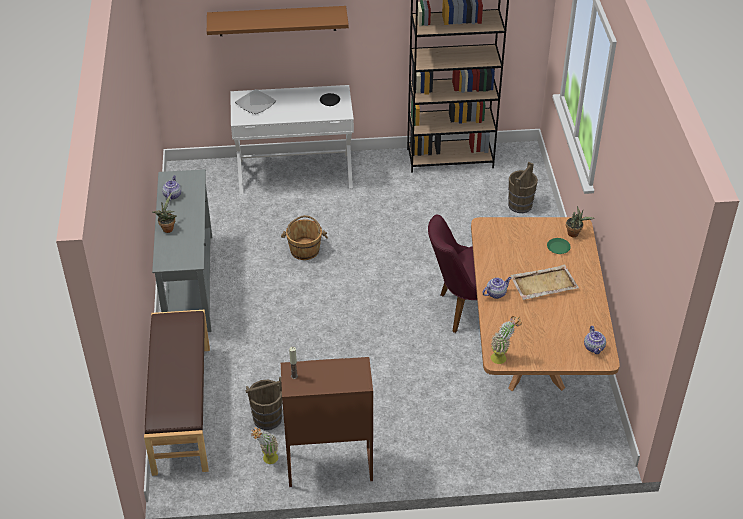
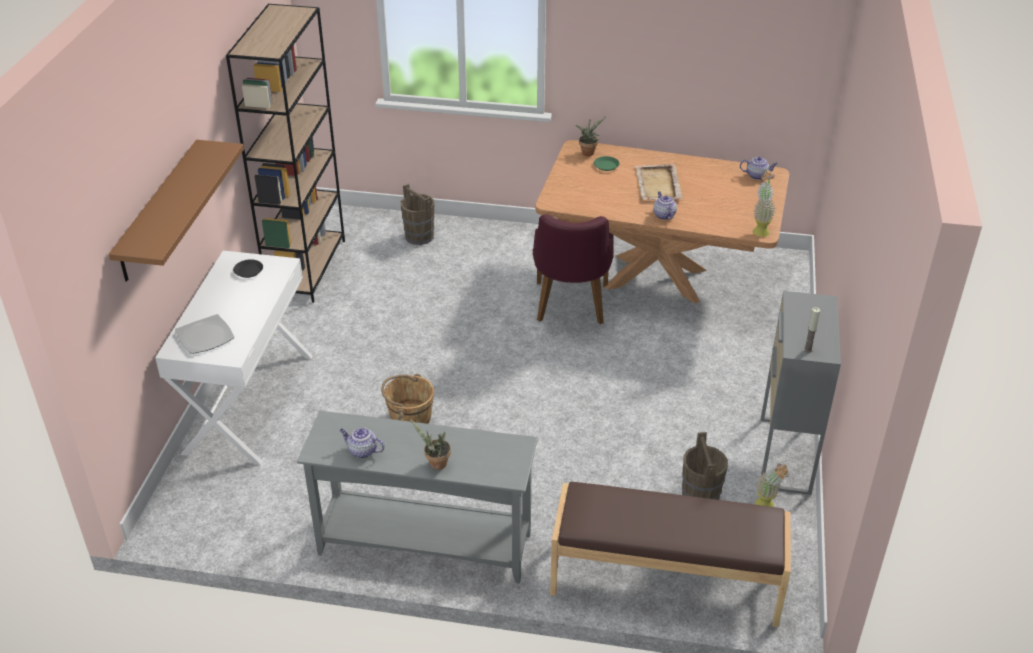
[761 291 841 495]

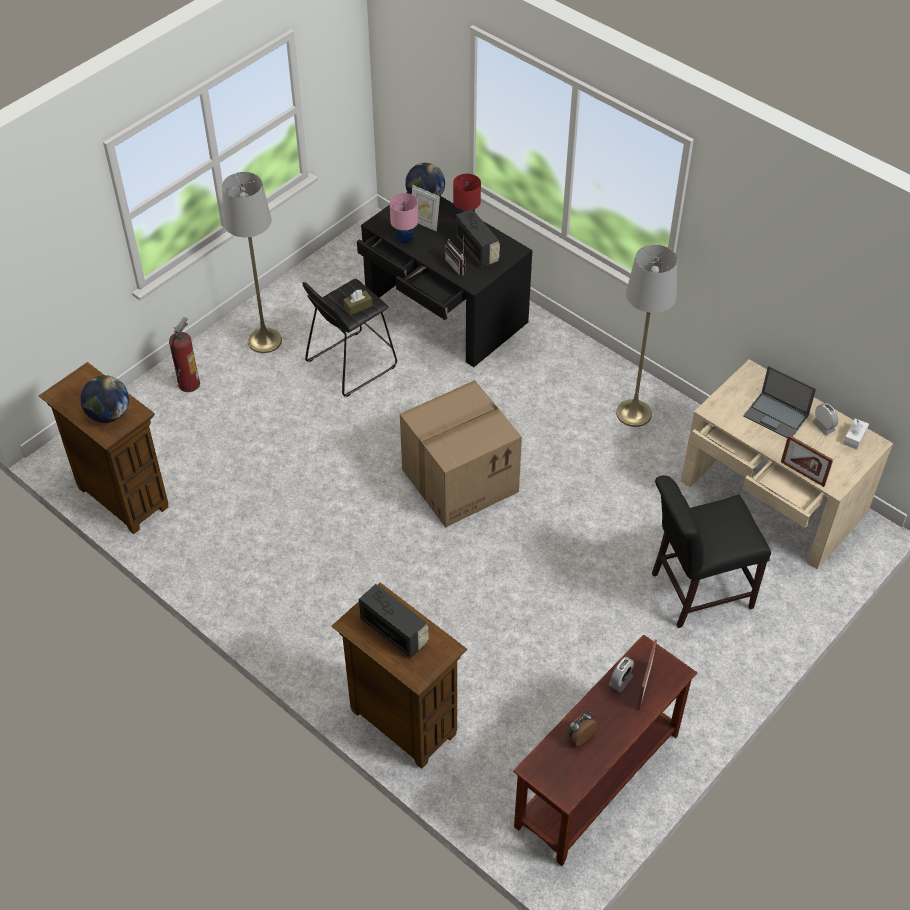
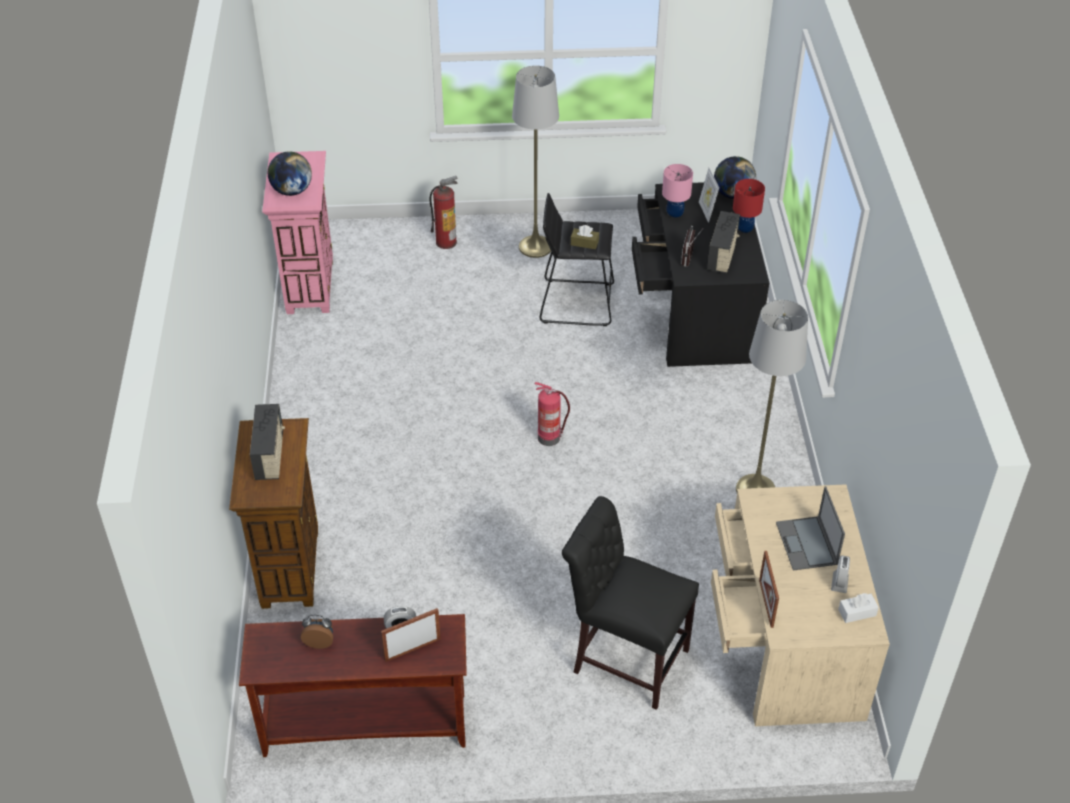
[262 151 333 314]
[535 382 570 446]

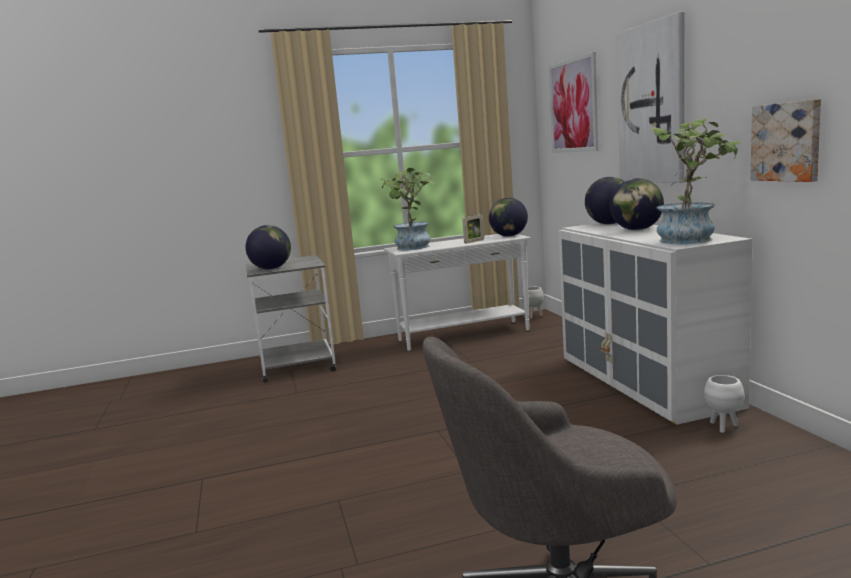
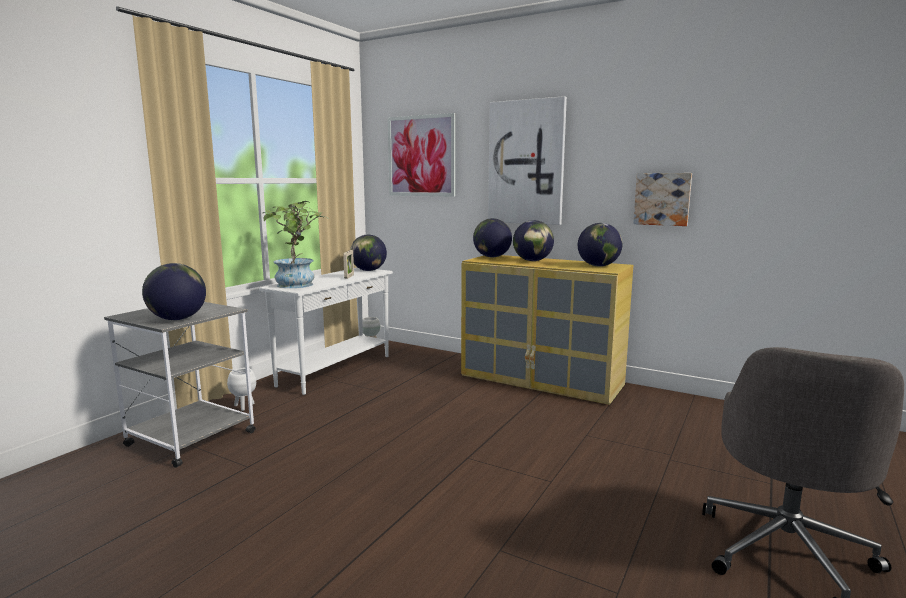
[461 255 633 405]
[578 223 623 267]
[227 368 256 411]

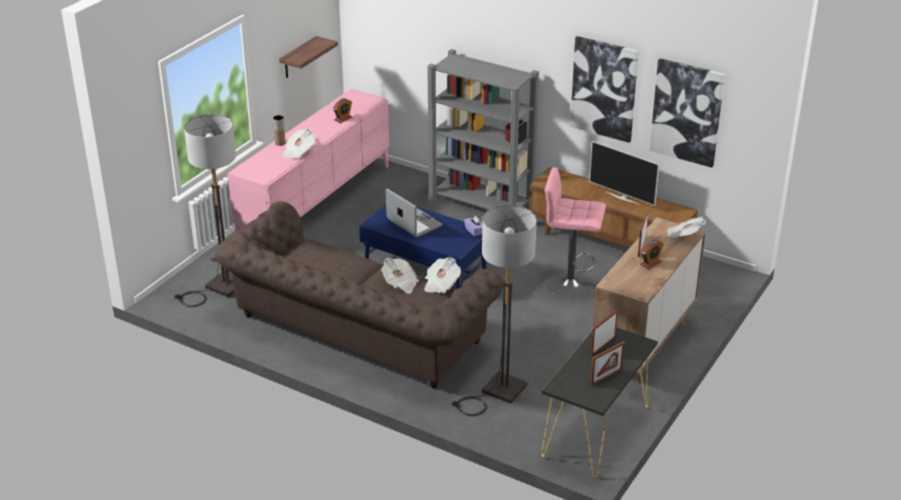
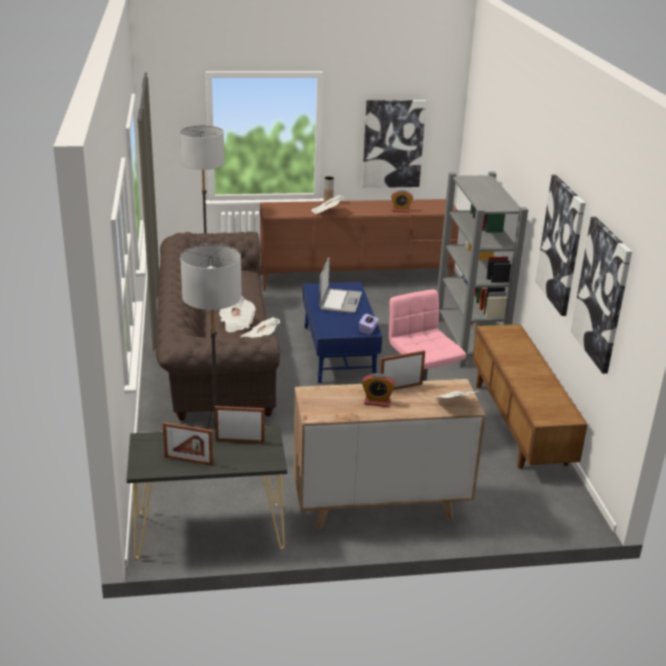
[260 199 459 291]
[362 100 426 188]
[589 141 659 206] (first image)

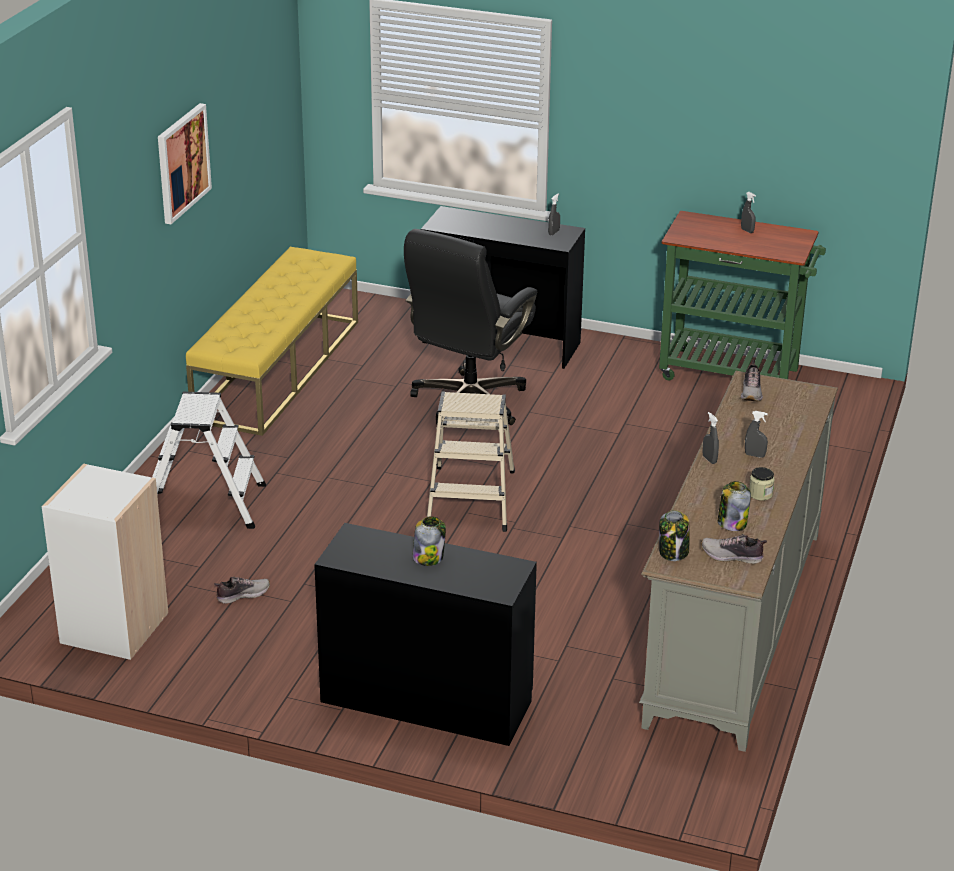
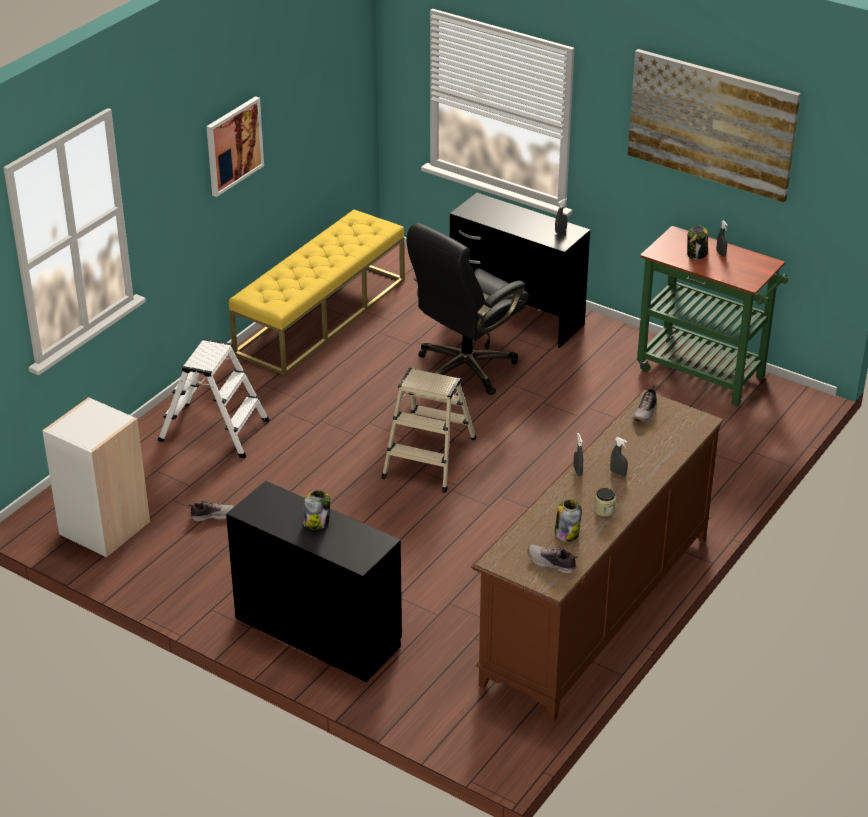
[471 390 724 722]
[687 226 708 260]
[628 49 801 203]

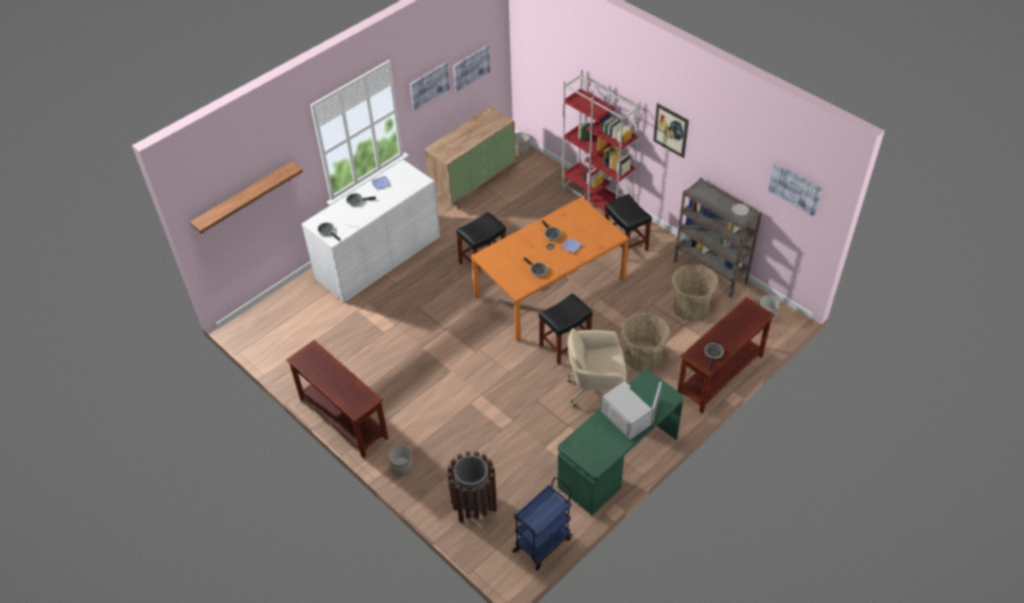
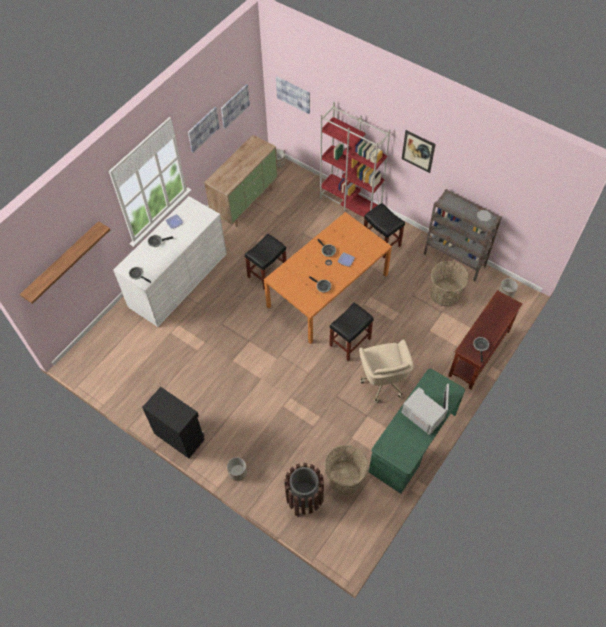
[142 387 205 458]
[512 477 572 571] (first image)
[359 339 413 403]
[324 445 368 495]
[276 77 310 114]

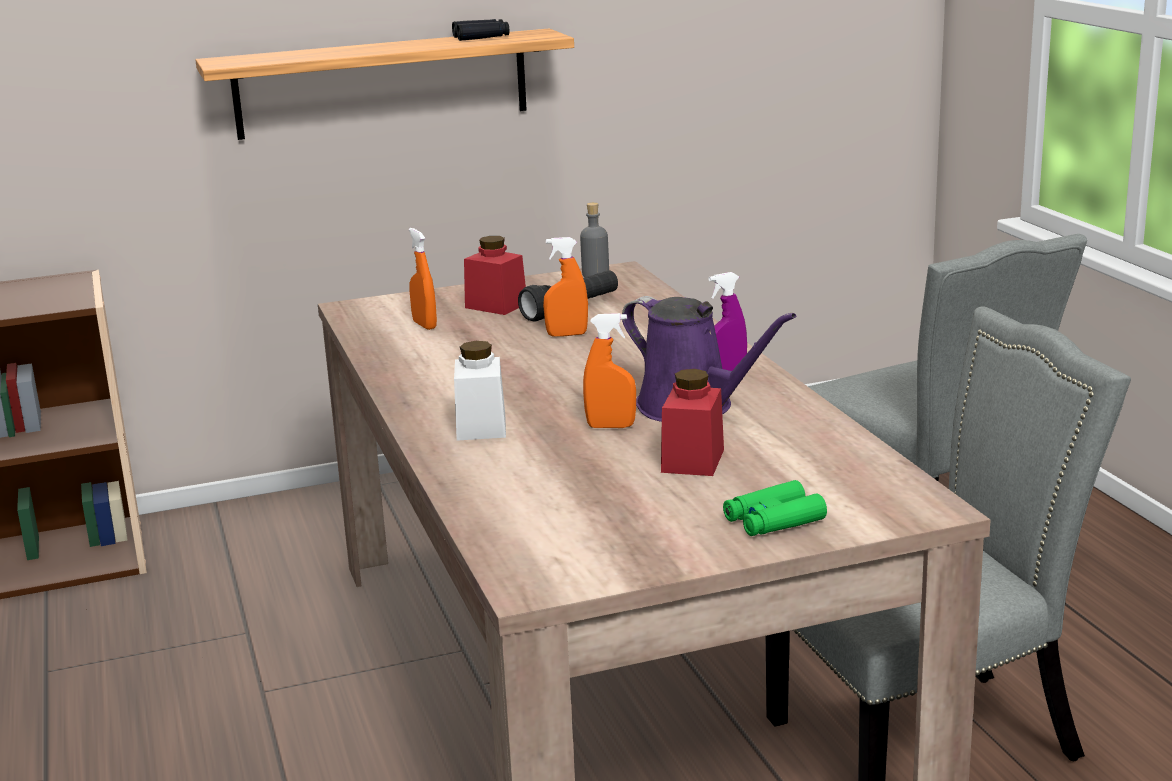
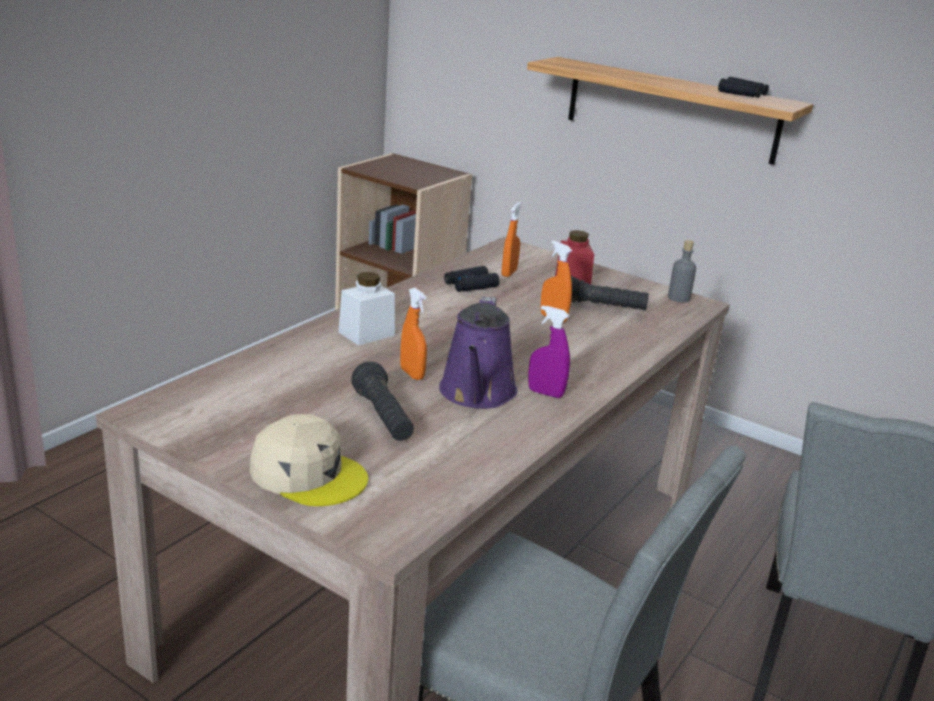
[351 362 414 441]
[250 414 368 506]
[444 266 500 292]

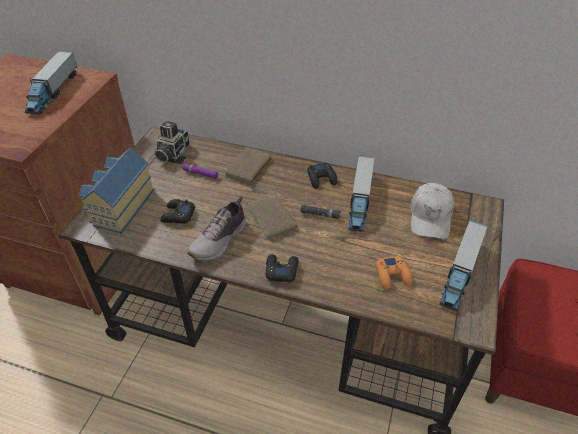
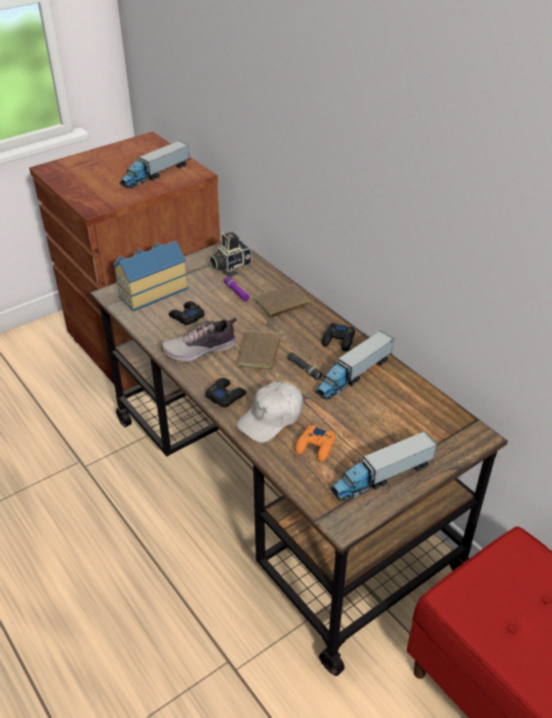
[237 382 304 443]

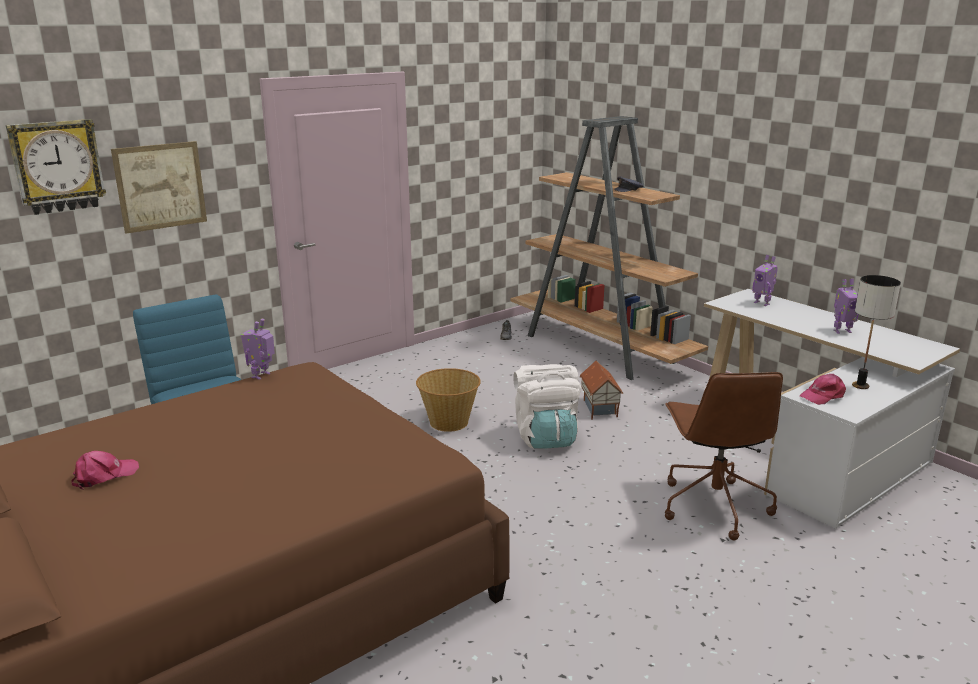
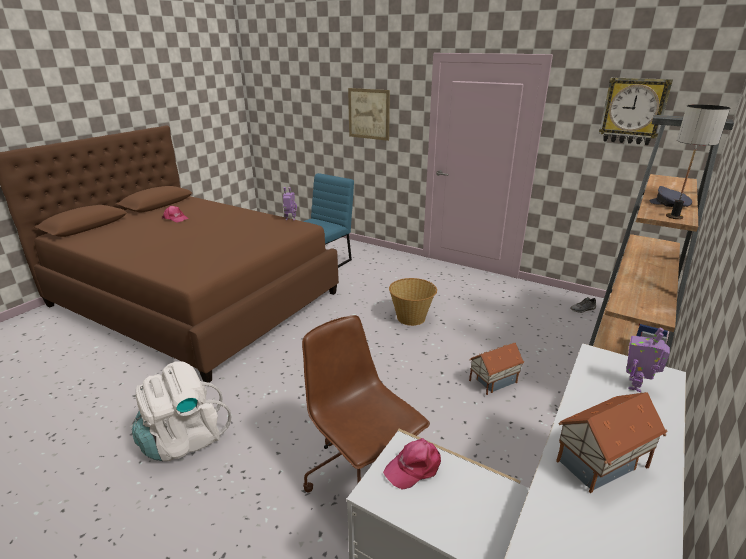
[599 77 673 145]
[132 361 232 461]
[302 315 430 493]
[383 438 441 490]
[556 392 668 493]
[666 104 730 219]

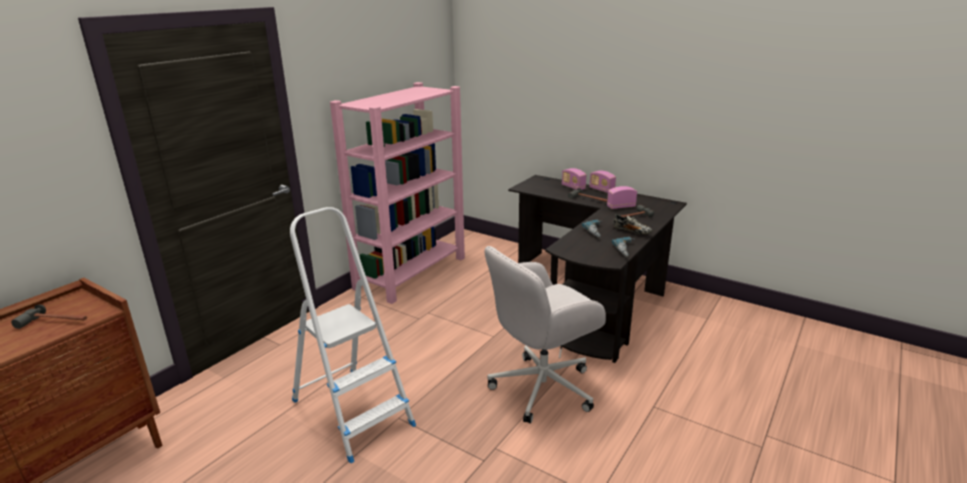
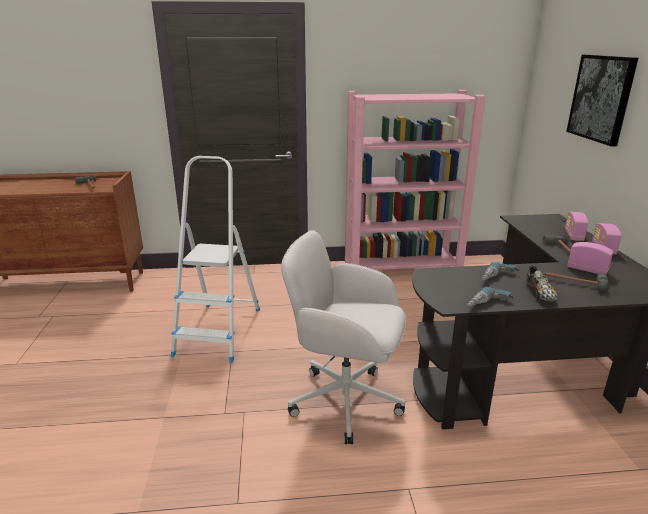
[566 55 638 146]

